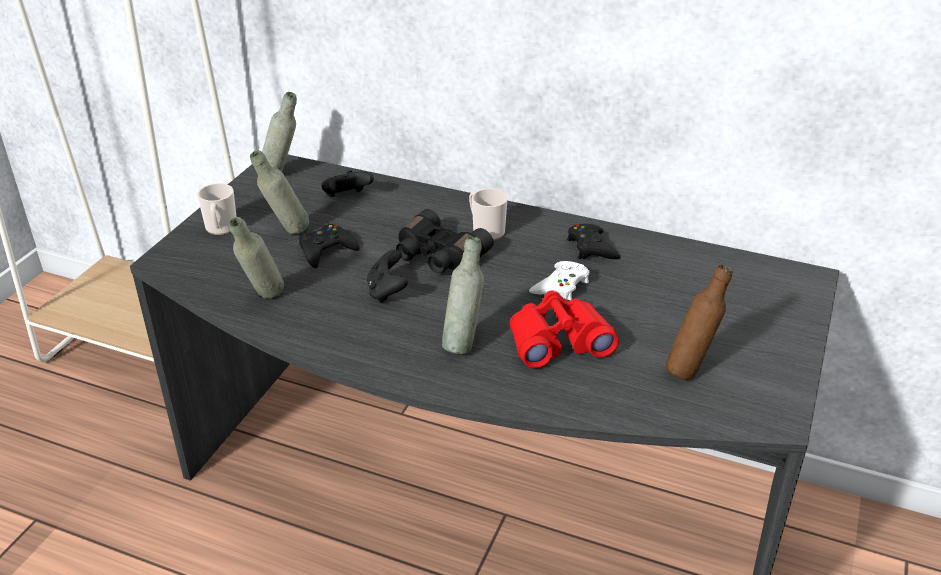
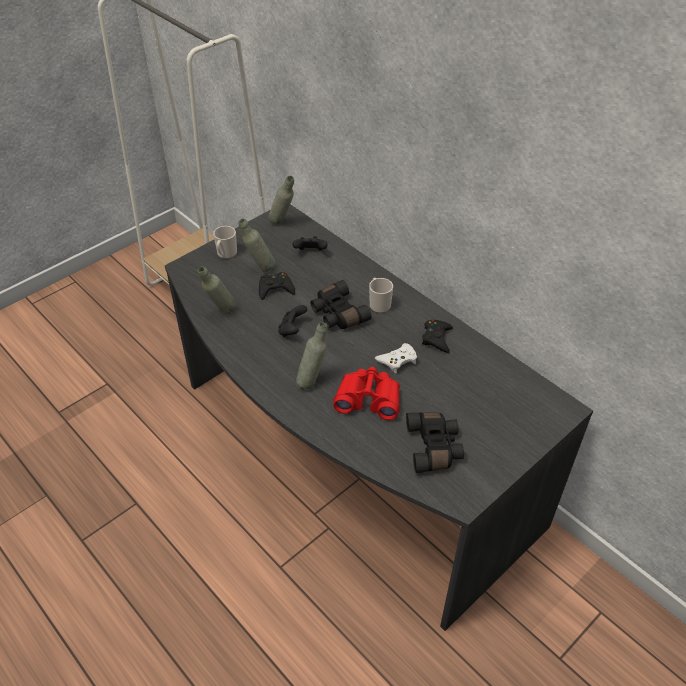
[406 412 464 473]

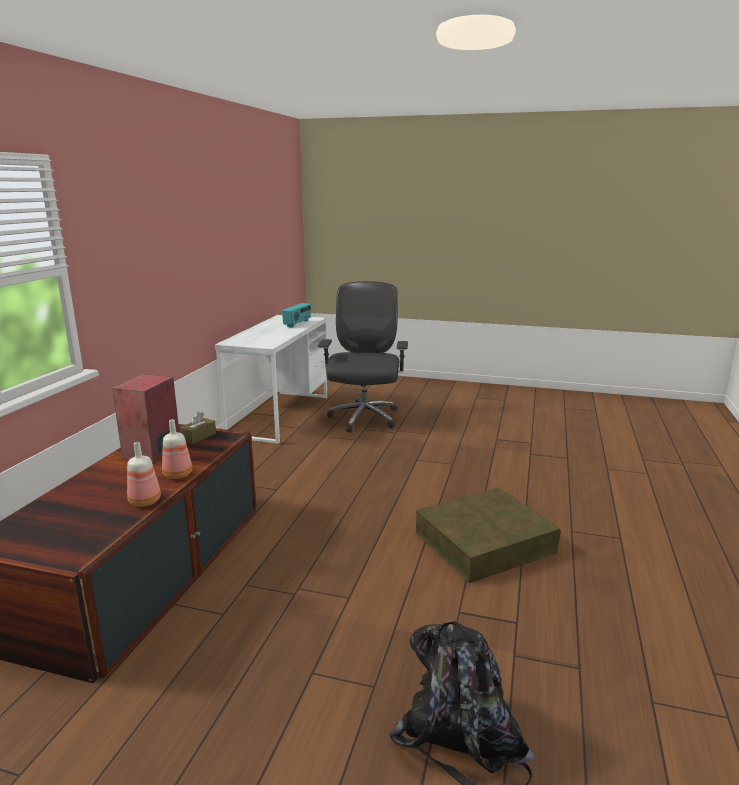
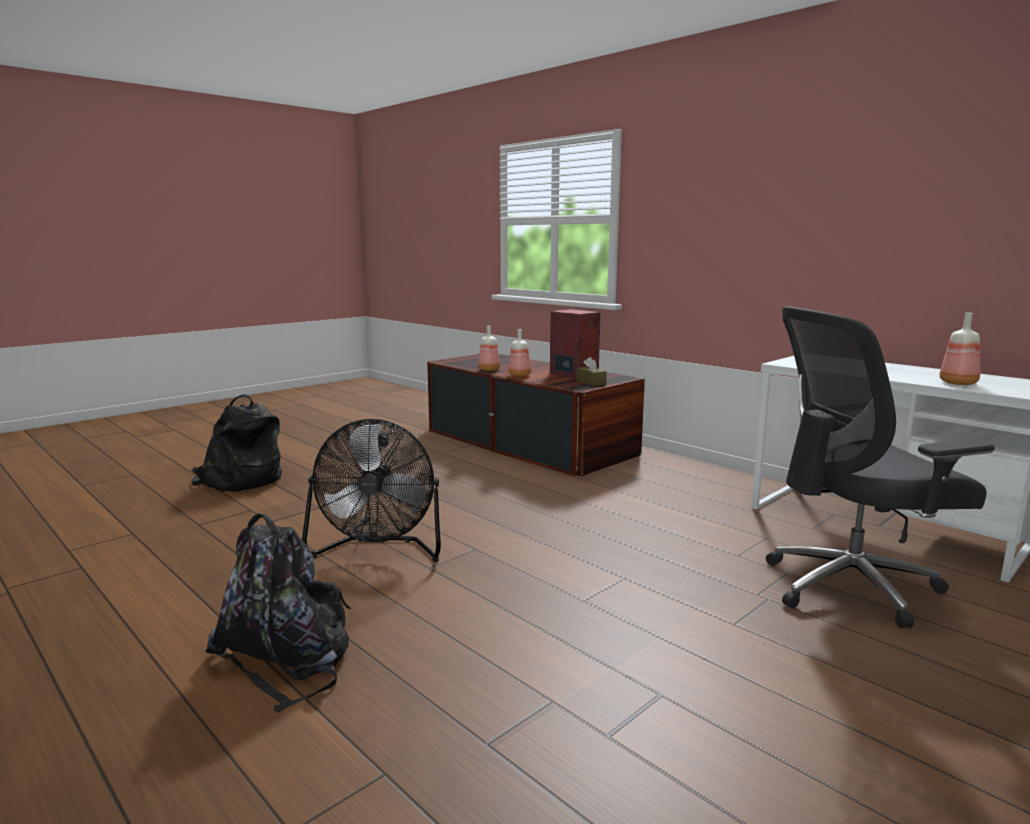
[939 312 980 385]
[766 306 995 628]
[302 419 441 562]
[205 513 351 712]

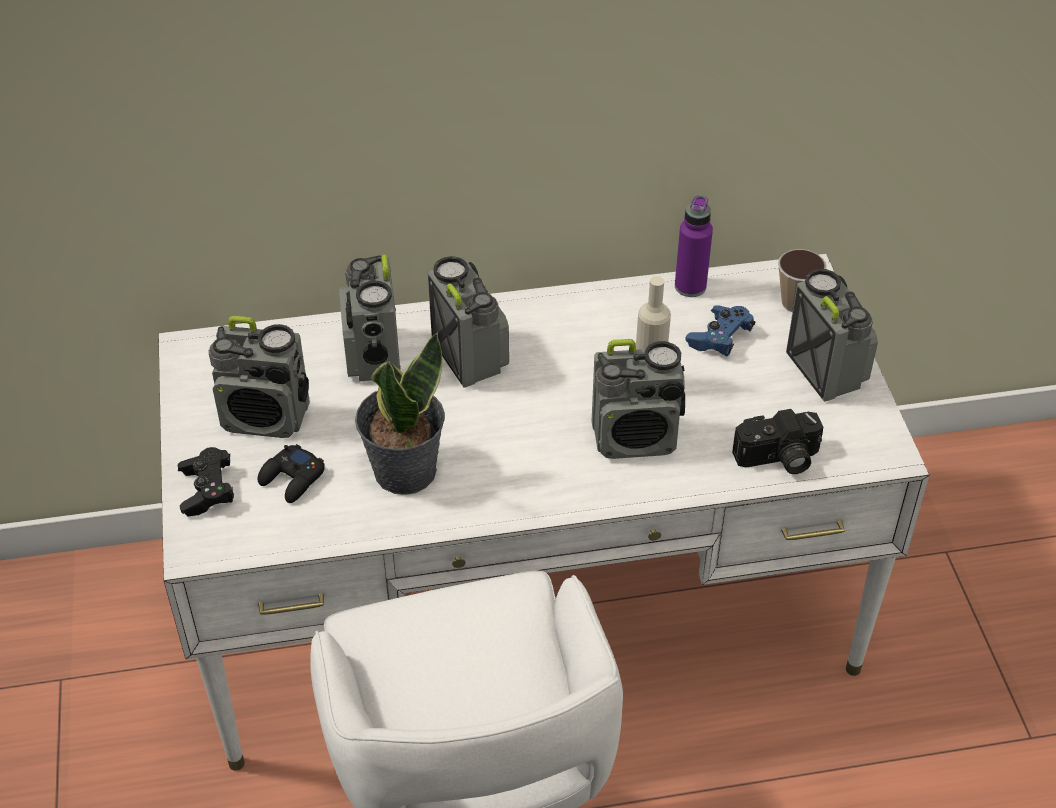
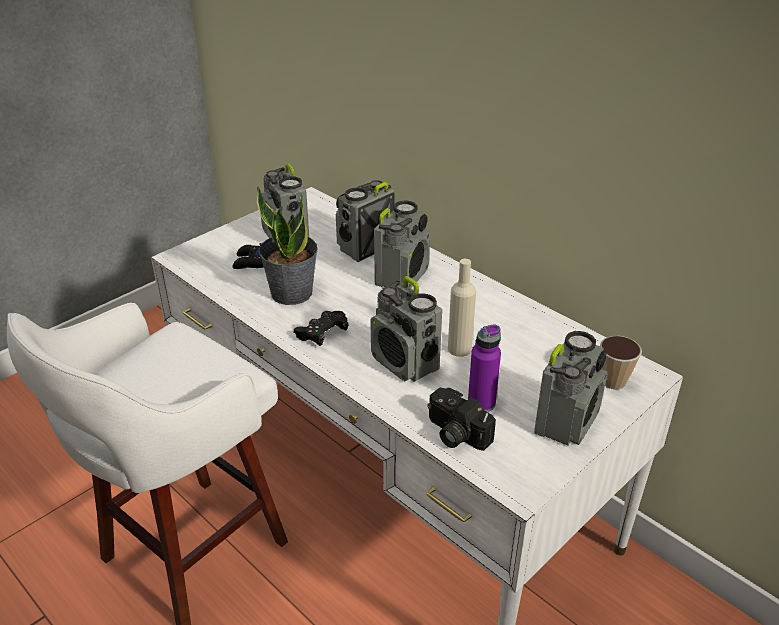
[293 311 349 346]
[468 325 501 412]
[685 305 756 357] (first image)

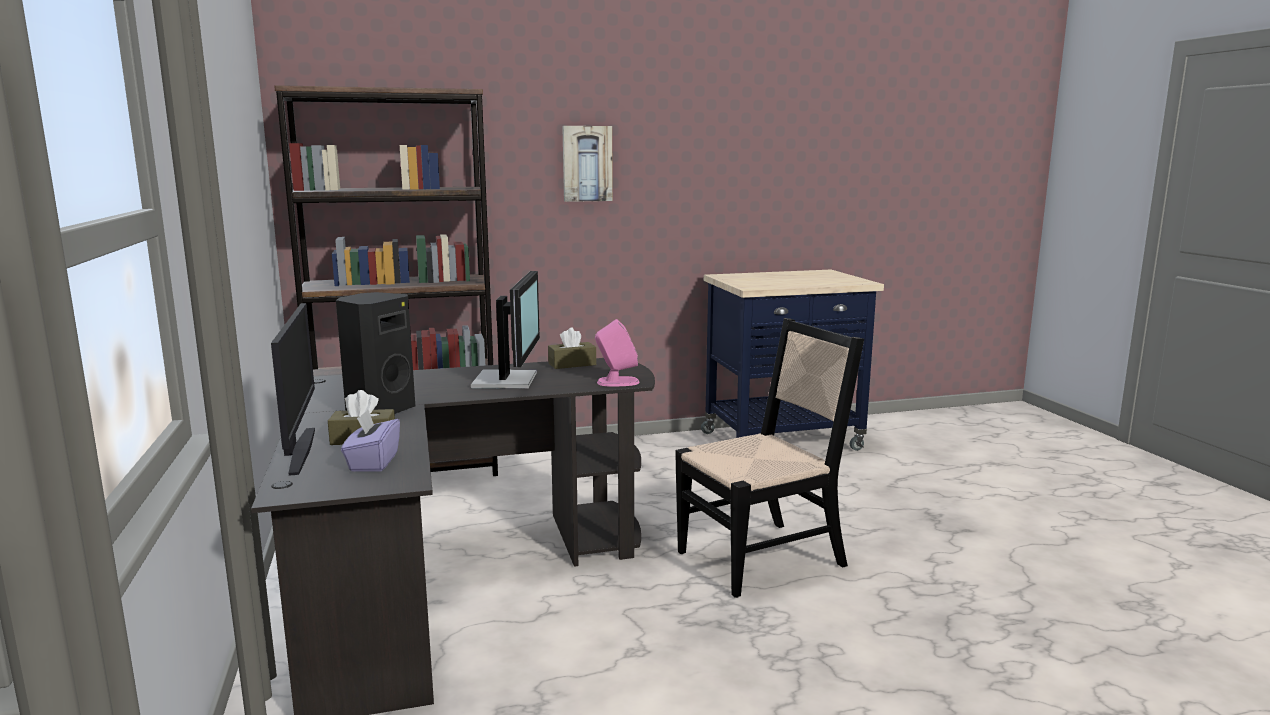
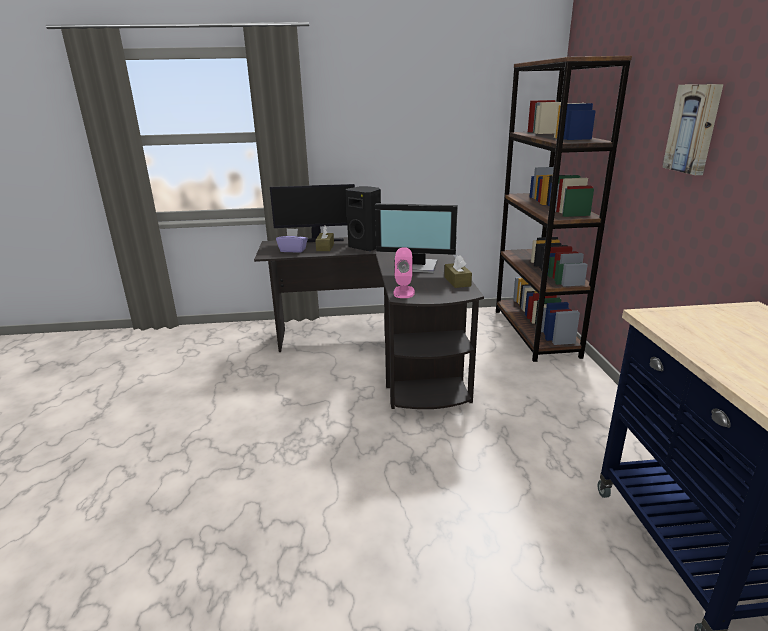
[675 318 864 598] (first image)

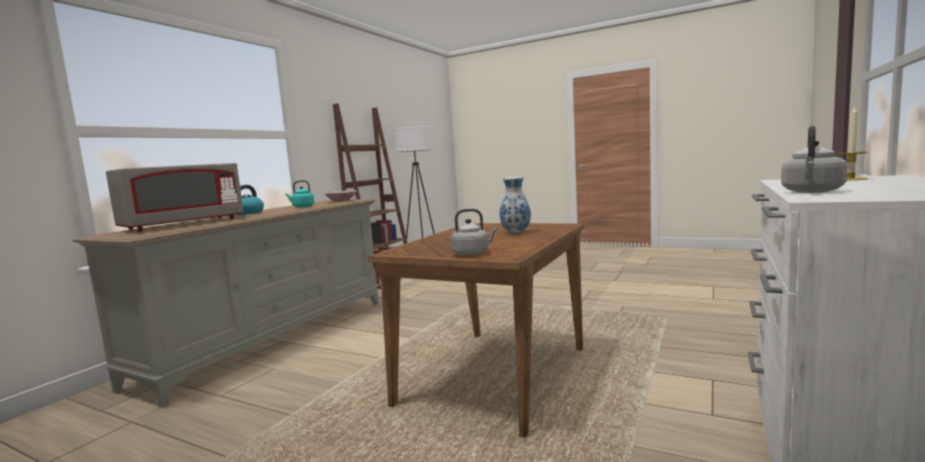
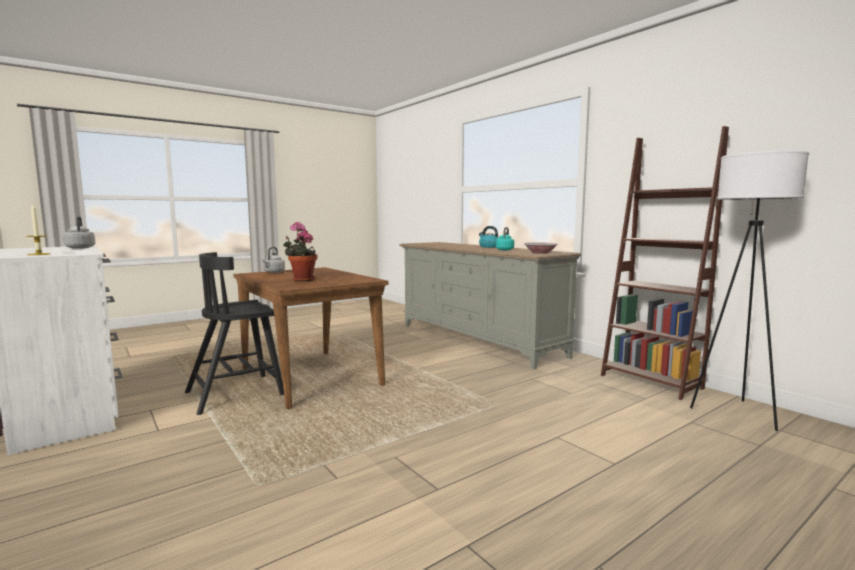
[106 163 243 231] (first image)
[283 222 317 282]
[185 252 284 415]

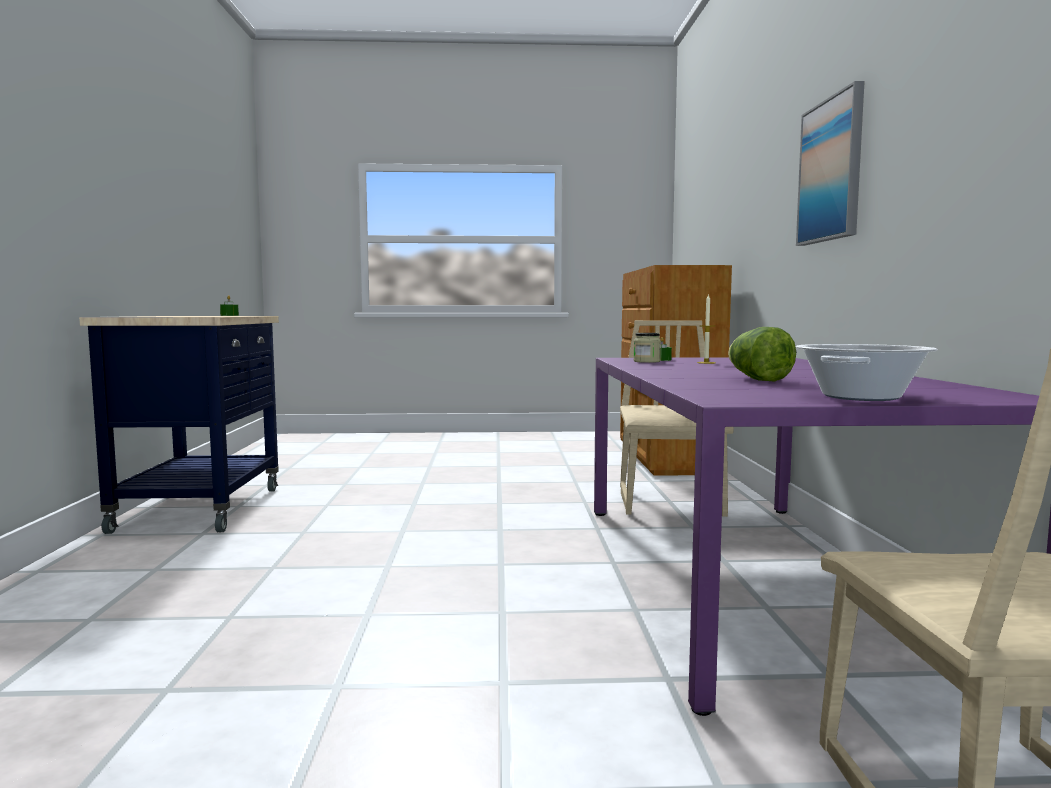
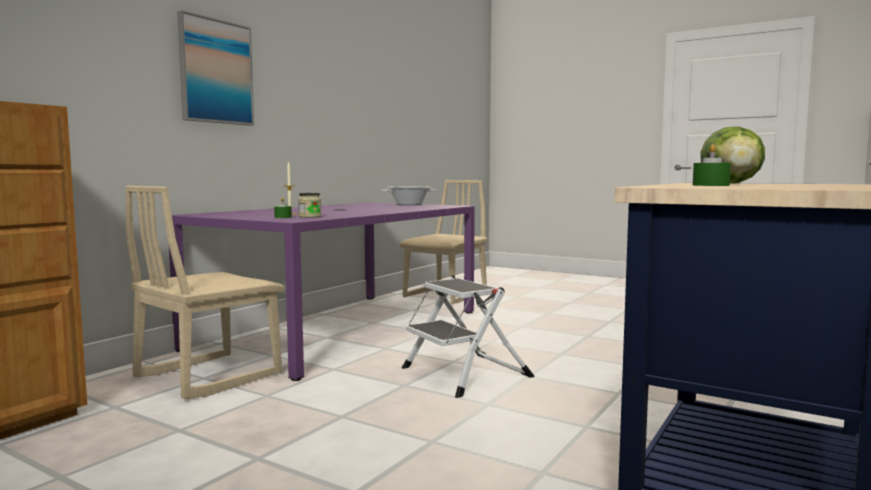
[700 126 765 183]
[402 275 535 398]

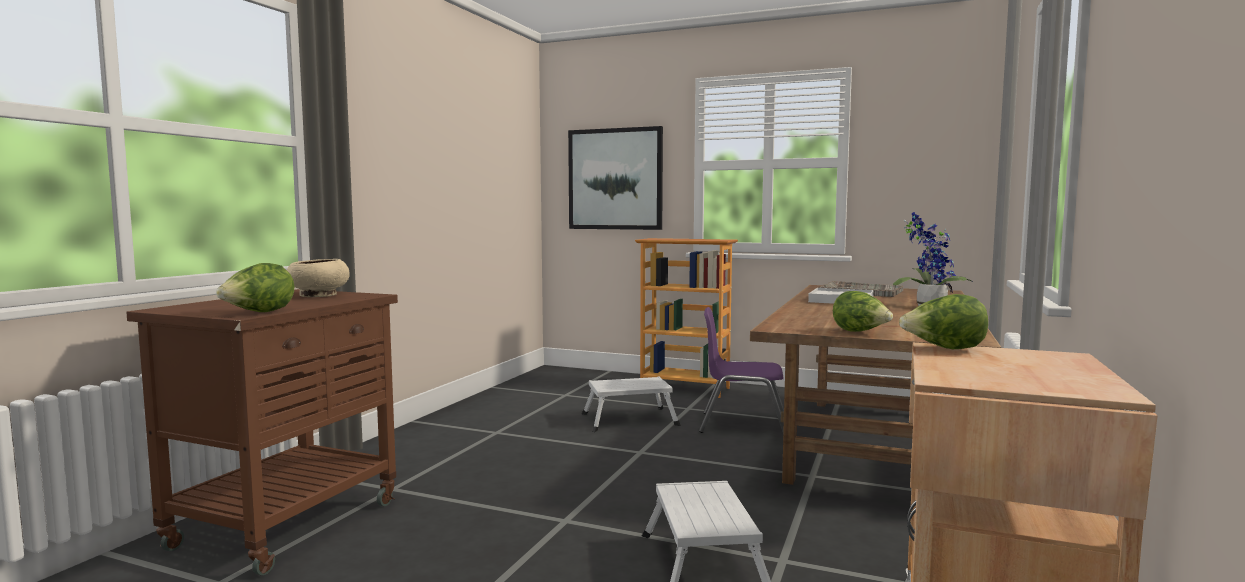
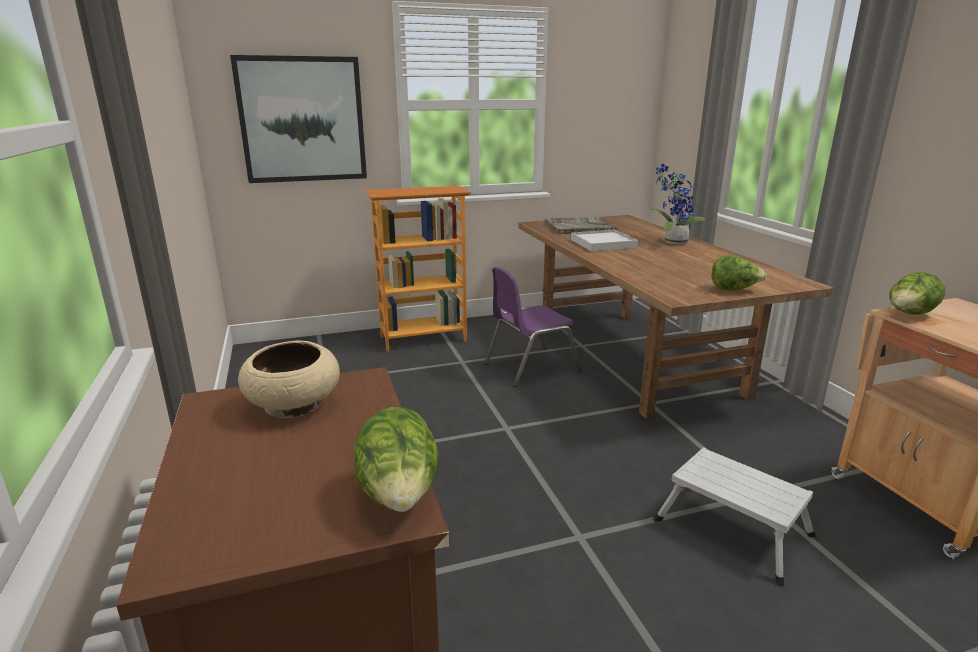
[582 377 680 432] (first image)

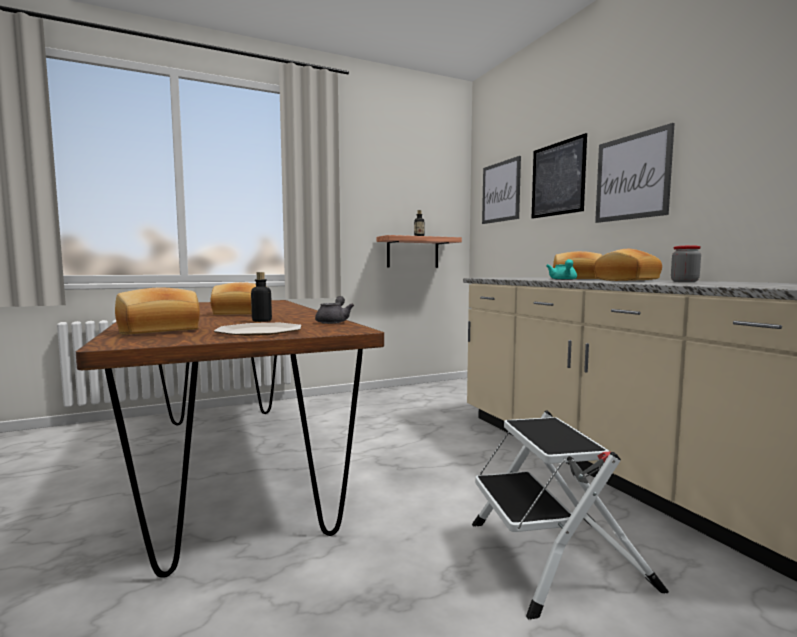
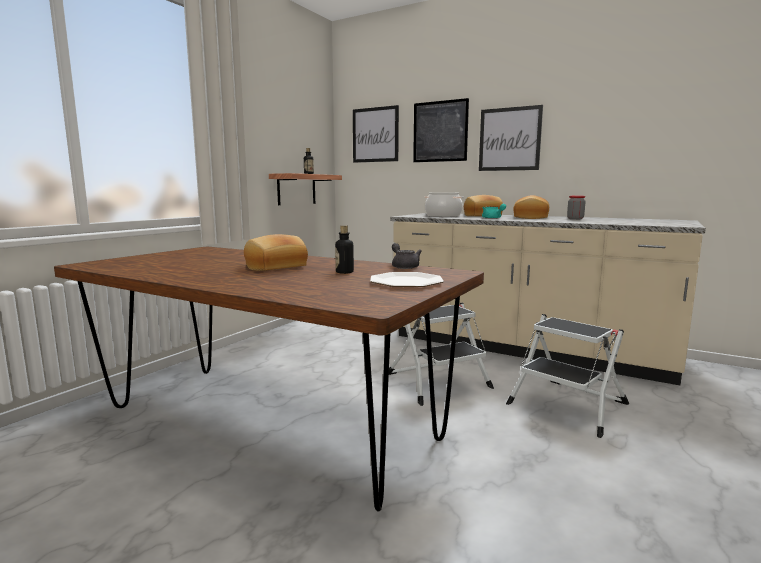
[115 287 200 335] (first image)
[389 303 494 406]
[425 193 464 217]

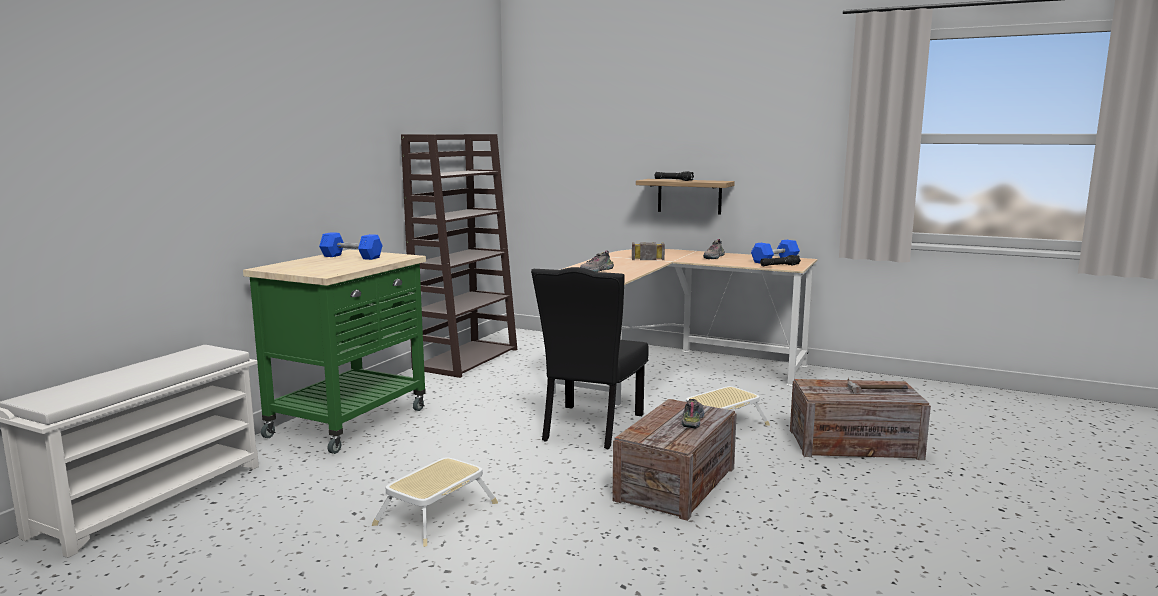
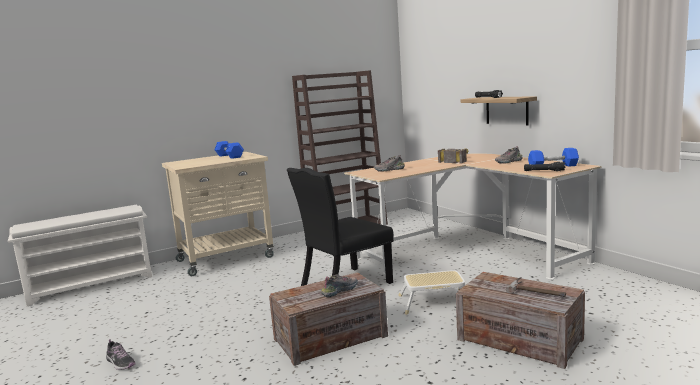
[162 152 274 276]
[372 457 498 547] (first image)
[106 339 136 370]

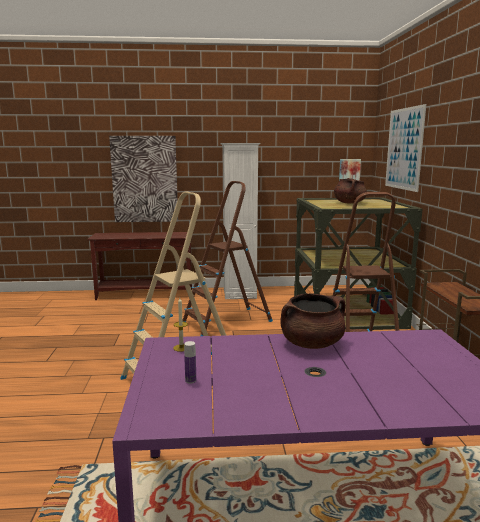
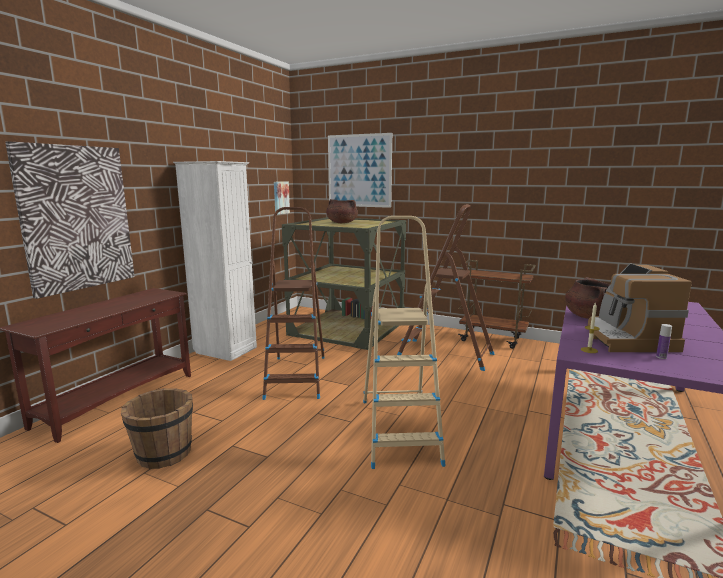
[121 388 193 469]
[588 264 692 352]

